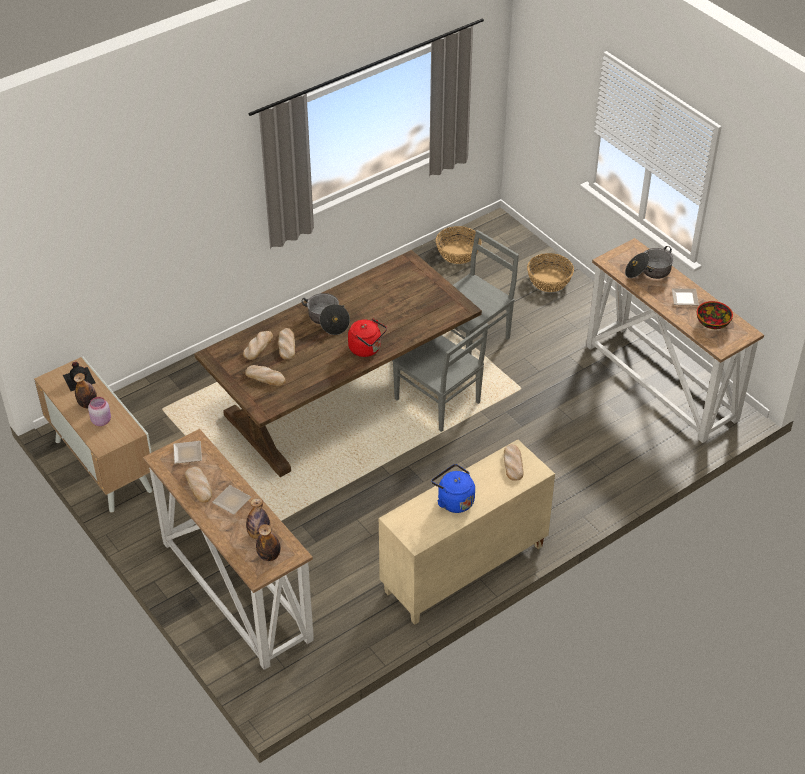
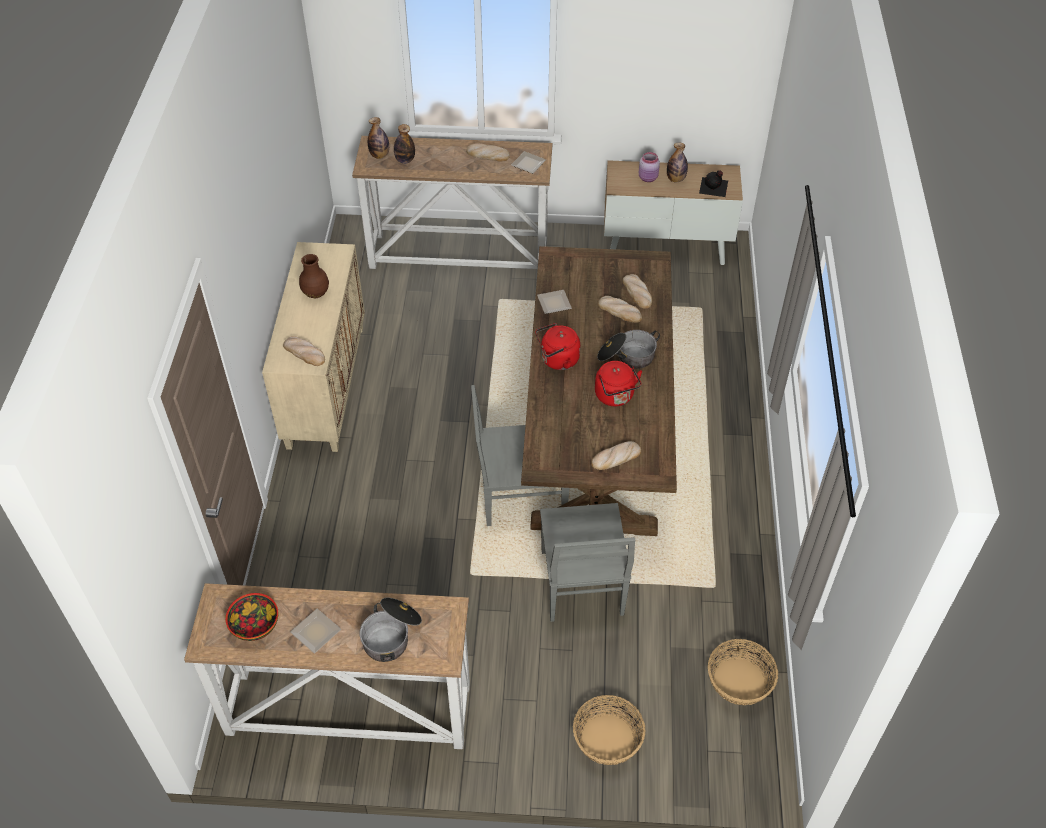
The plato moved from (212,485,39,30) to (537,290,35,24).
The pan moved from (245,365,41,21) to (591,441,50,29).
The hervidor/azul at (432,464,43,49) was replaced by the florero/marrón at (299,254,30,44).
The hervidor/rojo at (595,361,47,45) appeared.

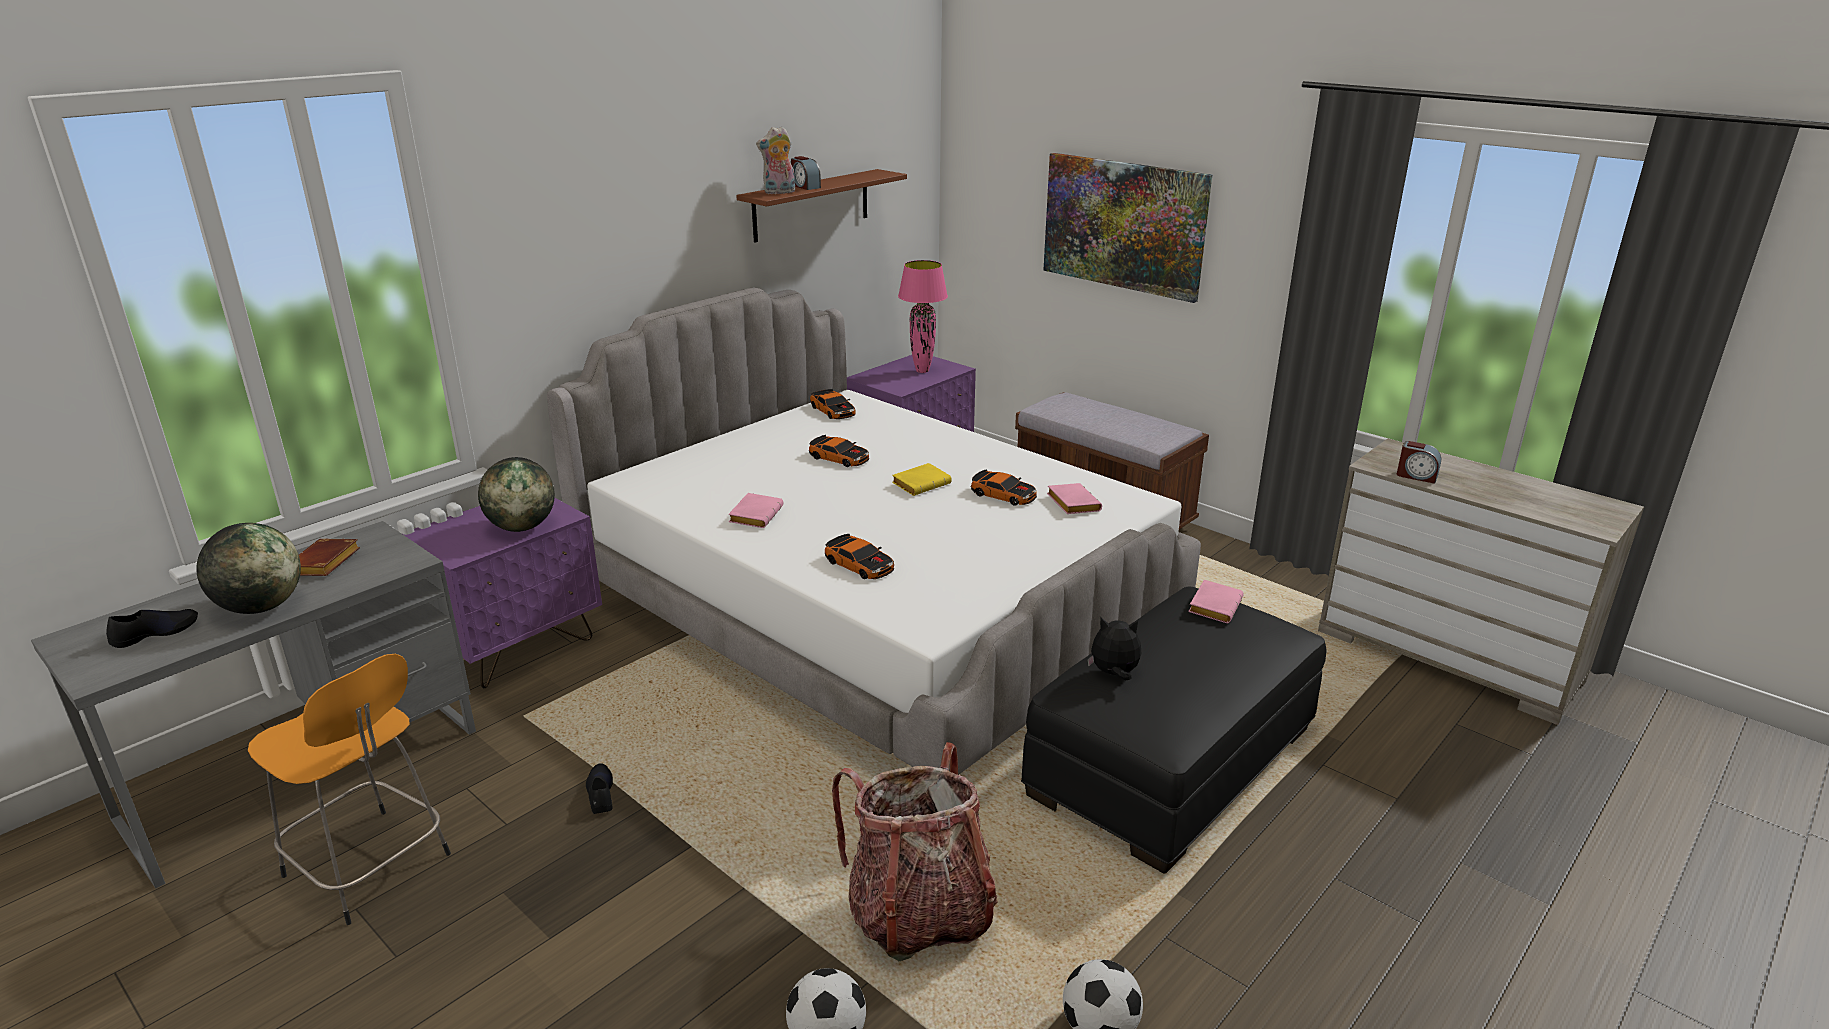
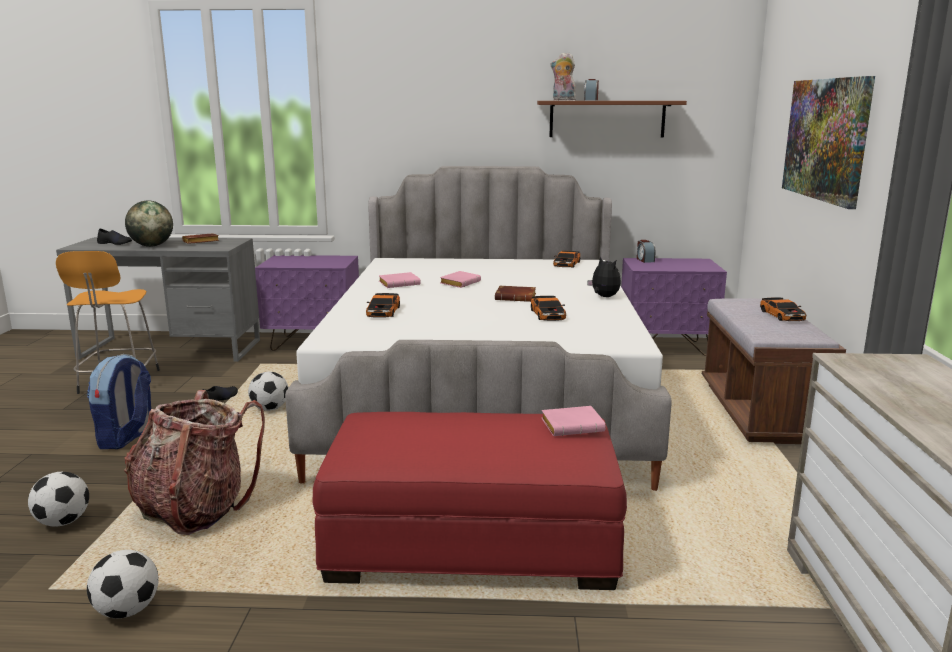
The globo terráqueo at (478,457,77,75) disappeared.
The coche de juguete moved from (809,435,60,32) to (760,298,46,23).
The libro/amarillo at (892,463,60,33) became the libro/marrón at (495,286,41,16).
The lámpara de mesa/rosa at (898,260,50,113) disappeared.
The puf/negro at (1021,587,306,286) became the puf/rojo at (312,412,315,178).
The libro/rosa moved from (1047,483,55,31) to (440,271,41,17).
The peluche moved from (1087,618,55,62) to (587,256,34,41).
The despertador moved from (1397,441,44,43) to (637,240,18,23).
The mochila at (87,354,64,95) appeared.
The balón de fútbol at (248,371,41,40) appeared.

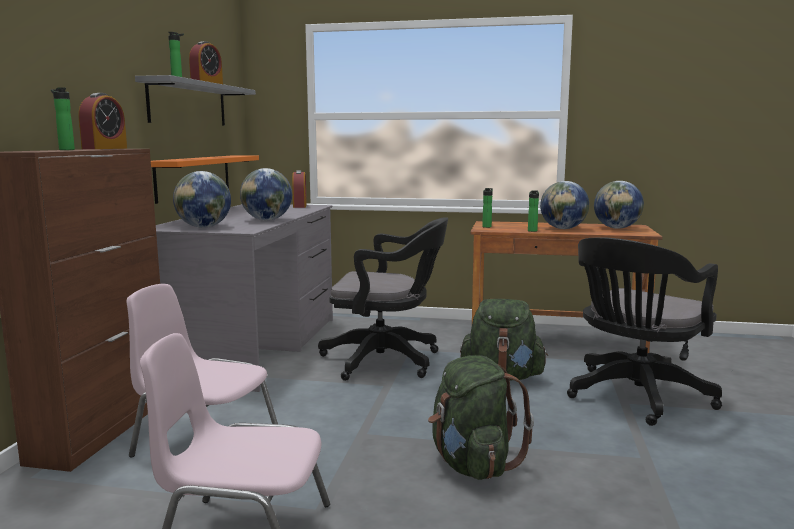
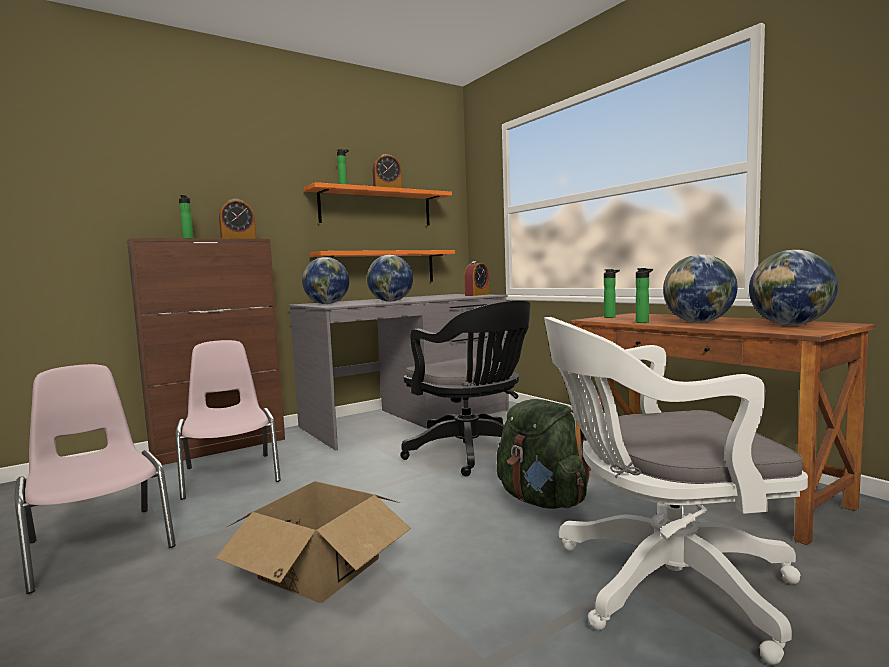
The estante/gris at (135,75,121,51) became the estante/naranja at (304,182,148,44).
The mochila/verde at (428,355,106,125) was replaced by the caja de cartón at (216,481,195,122).
The silla de oficina/negro at (567,237,155,189) became the silla de oficina/blanco at (544,317,264,348).

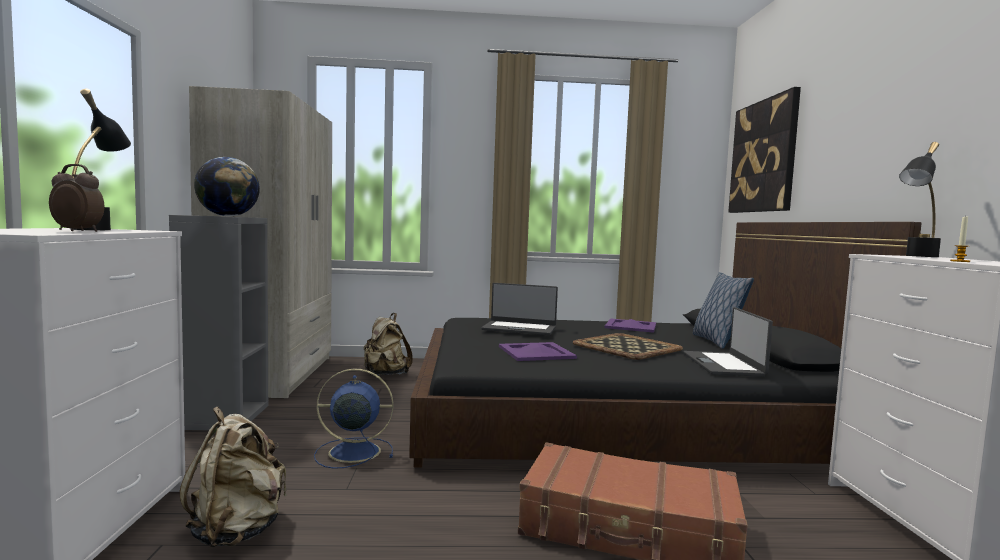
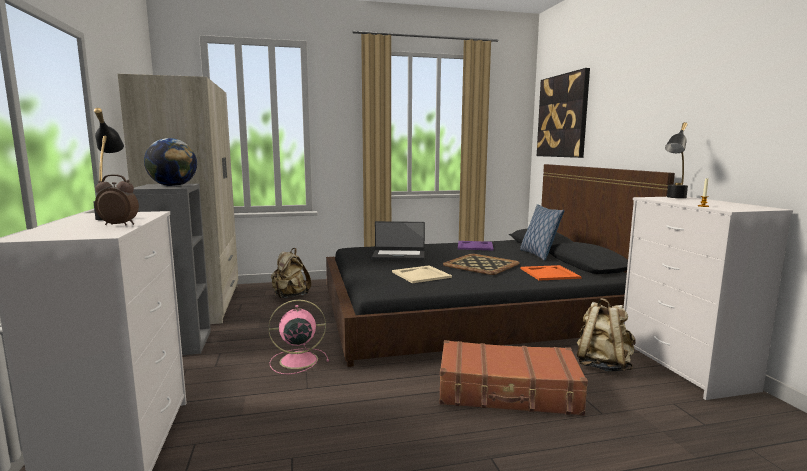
The mochila/beis moved from (180,407,107,140) to (577,298,59,74).
The ventilador/azul at (314,369,80,100) became the ventilador/rosa at (268,300,61,74).
The bandeja/morado at (499,342,78,19) became the bandeja/beis at (392,265,60,18).
The portátil at (684,307,89,70) was replaced by the bandeja/naranja at (521,265,61,16).

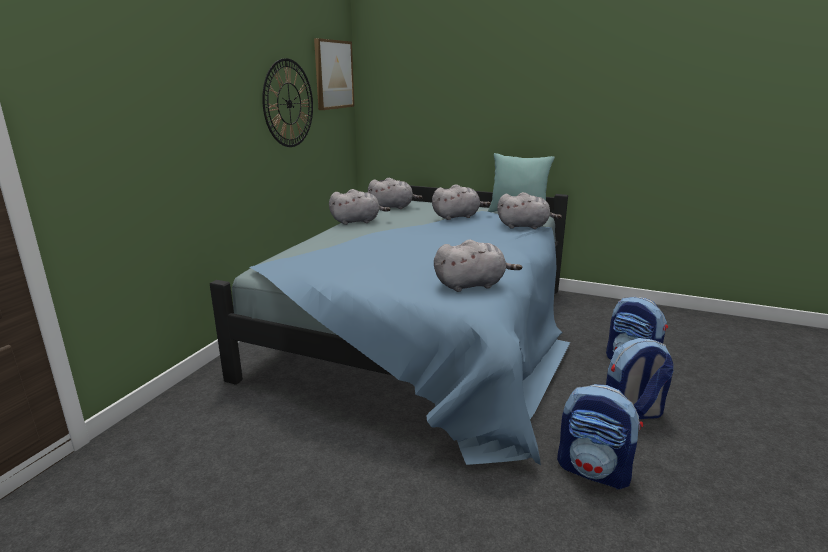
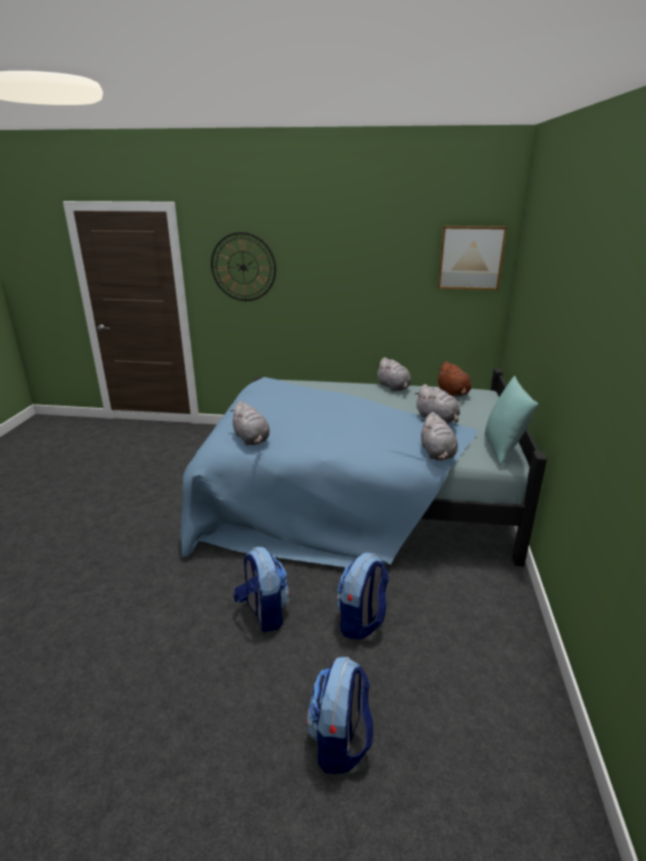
The reloj de pared moved from (262,58,51,89) to (211,232,65,69).
The peluche/gris at (368,178,55,31) became the peluche/marrón at (438,361,33,36).
The mochila moved from (557,384,86,105) to (306,657,67,117).

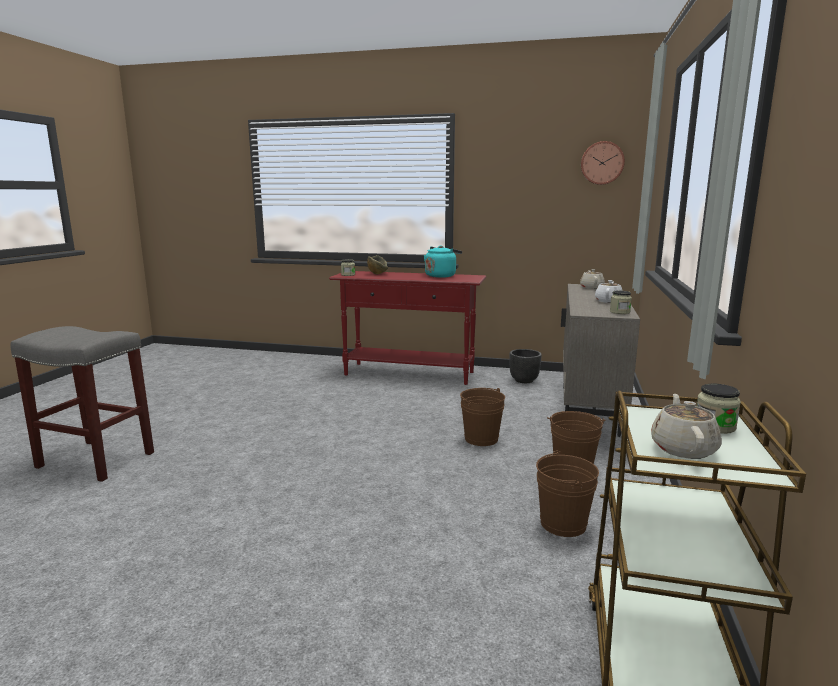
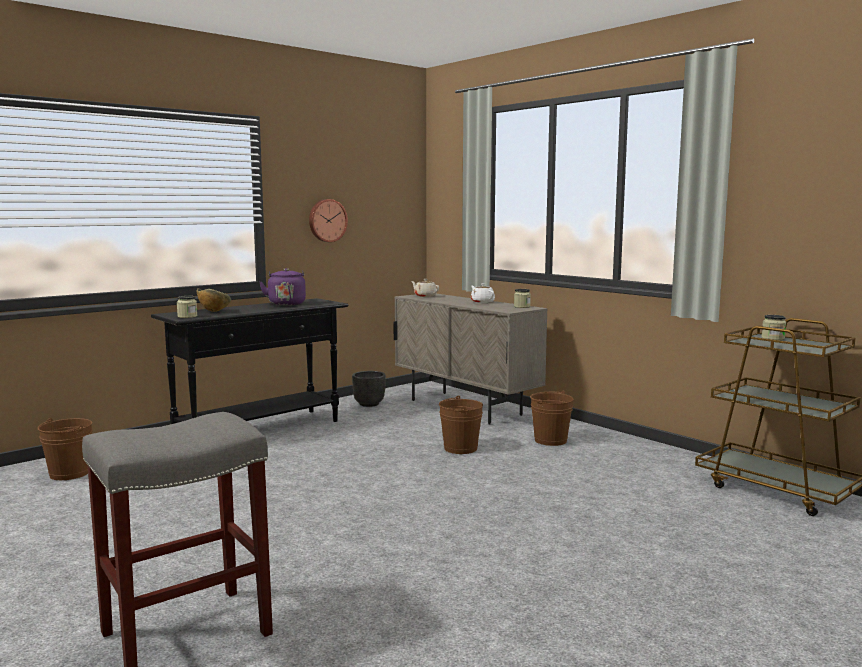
The mesa consola/rojo at (329,271,157,114) became the mesa consola/negro at (151,298,197,126).
The hervidor/turquesa at (424,246,38,32) became the hervidor/morado at (259,268,47,38).
The cubo/marrón moved from (536,450,63,87) to (38,418,55,62).
The reloj de pared moved from (581,141,44,44) to (309,199,39,43).
The tetera/beis at (651,394,71,65) disappeared.

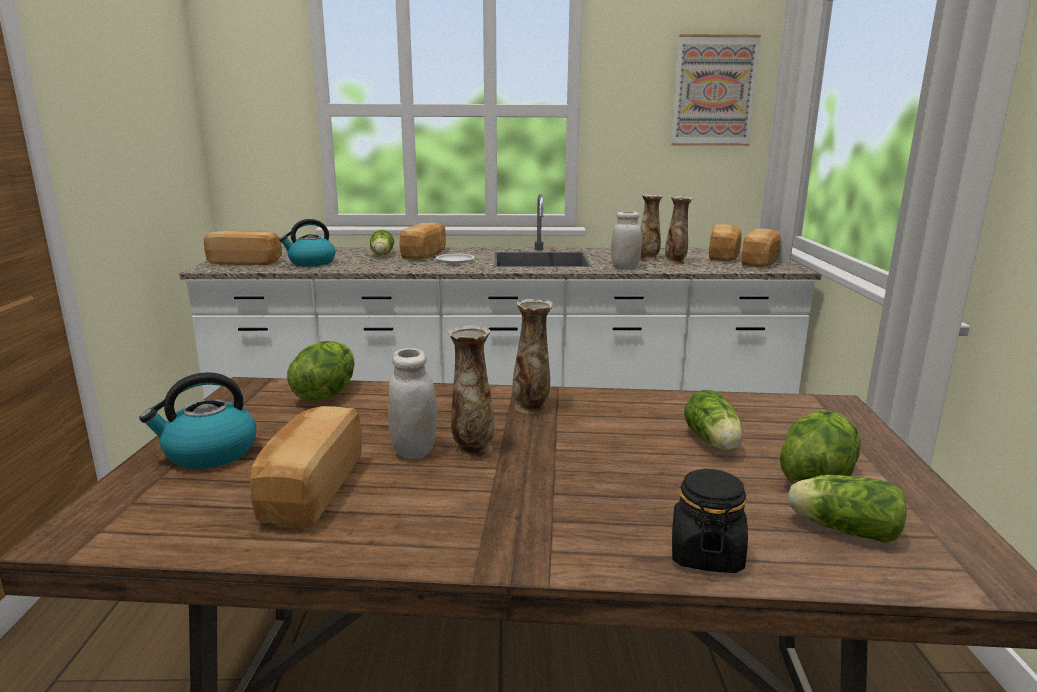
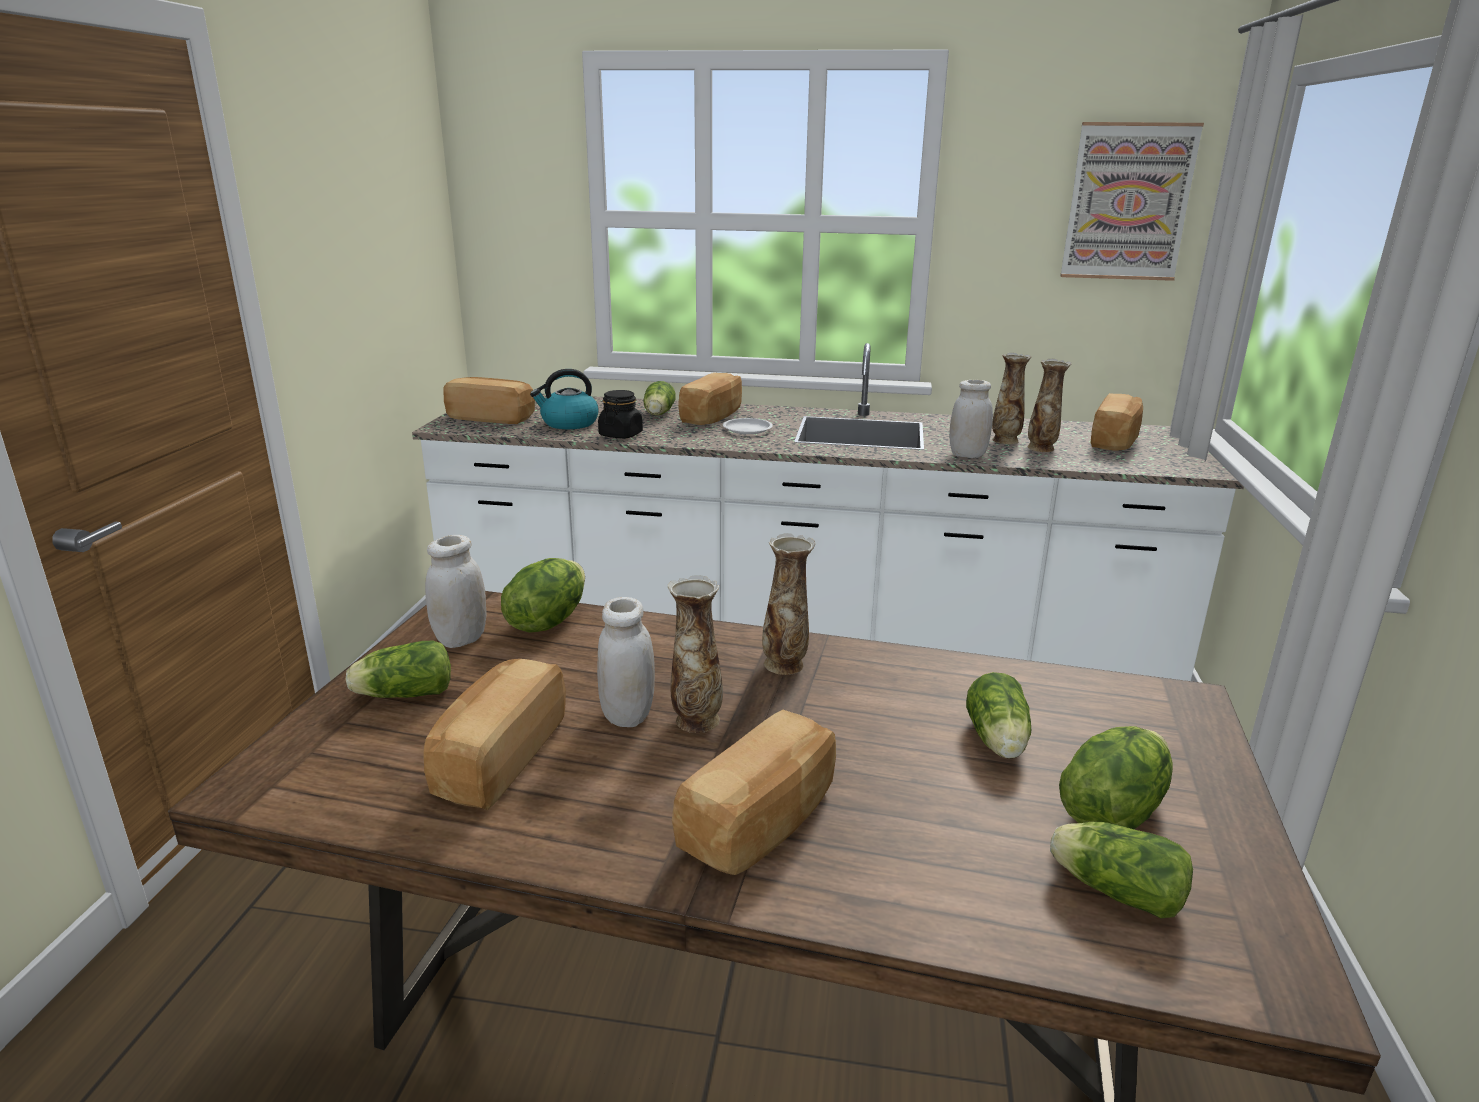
The hervidor at (139,372,117,97) was replaced by the lechuga at (346,641,105,57).
The tarro/negro moved from (672,469,76,104) to (598,390,45,48).
The pan moved from (741,229,40,38) to (672,709,164,166).
The tarro/blanco at (425,535,62,113) appeared.

